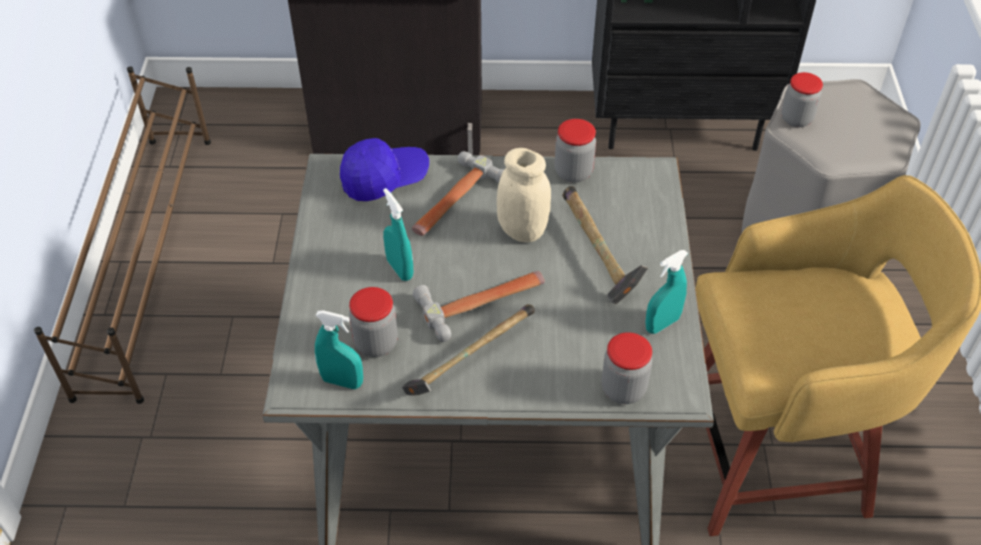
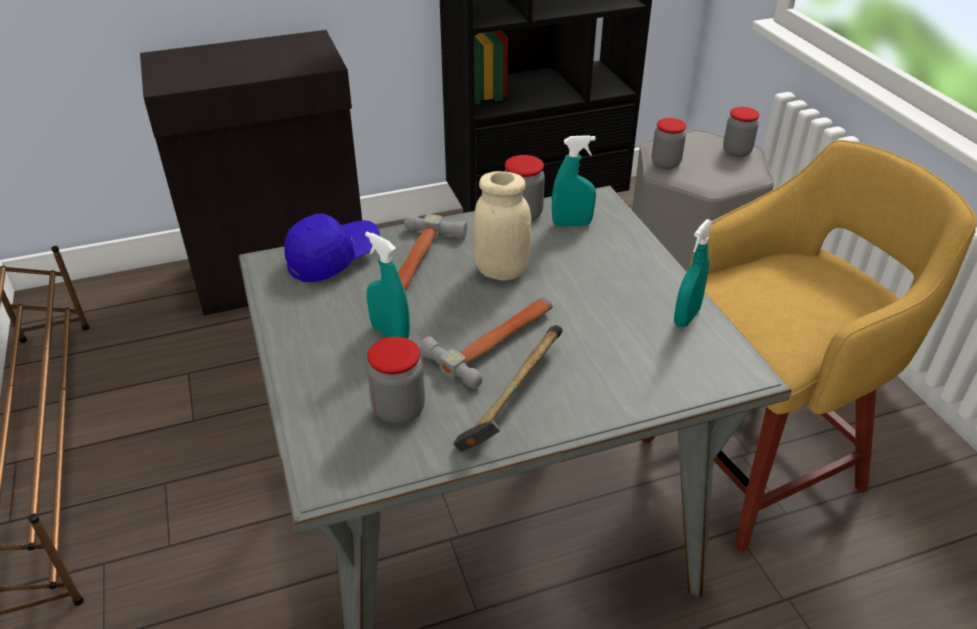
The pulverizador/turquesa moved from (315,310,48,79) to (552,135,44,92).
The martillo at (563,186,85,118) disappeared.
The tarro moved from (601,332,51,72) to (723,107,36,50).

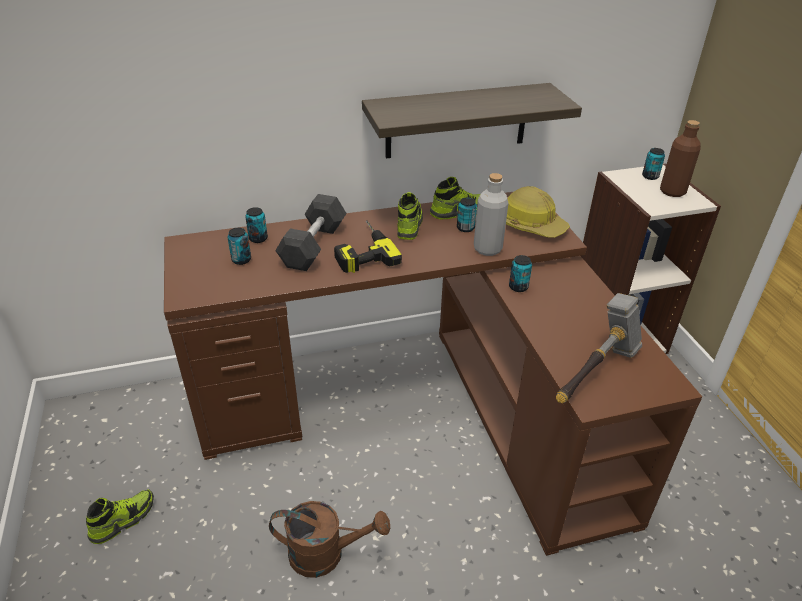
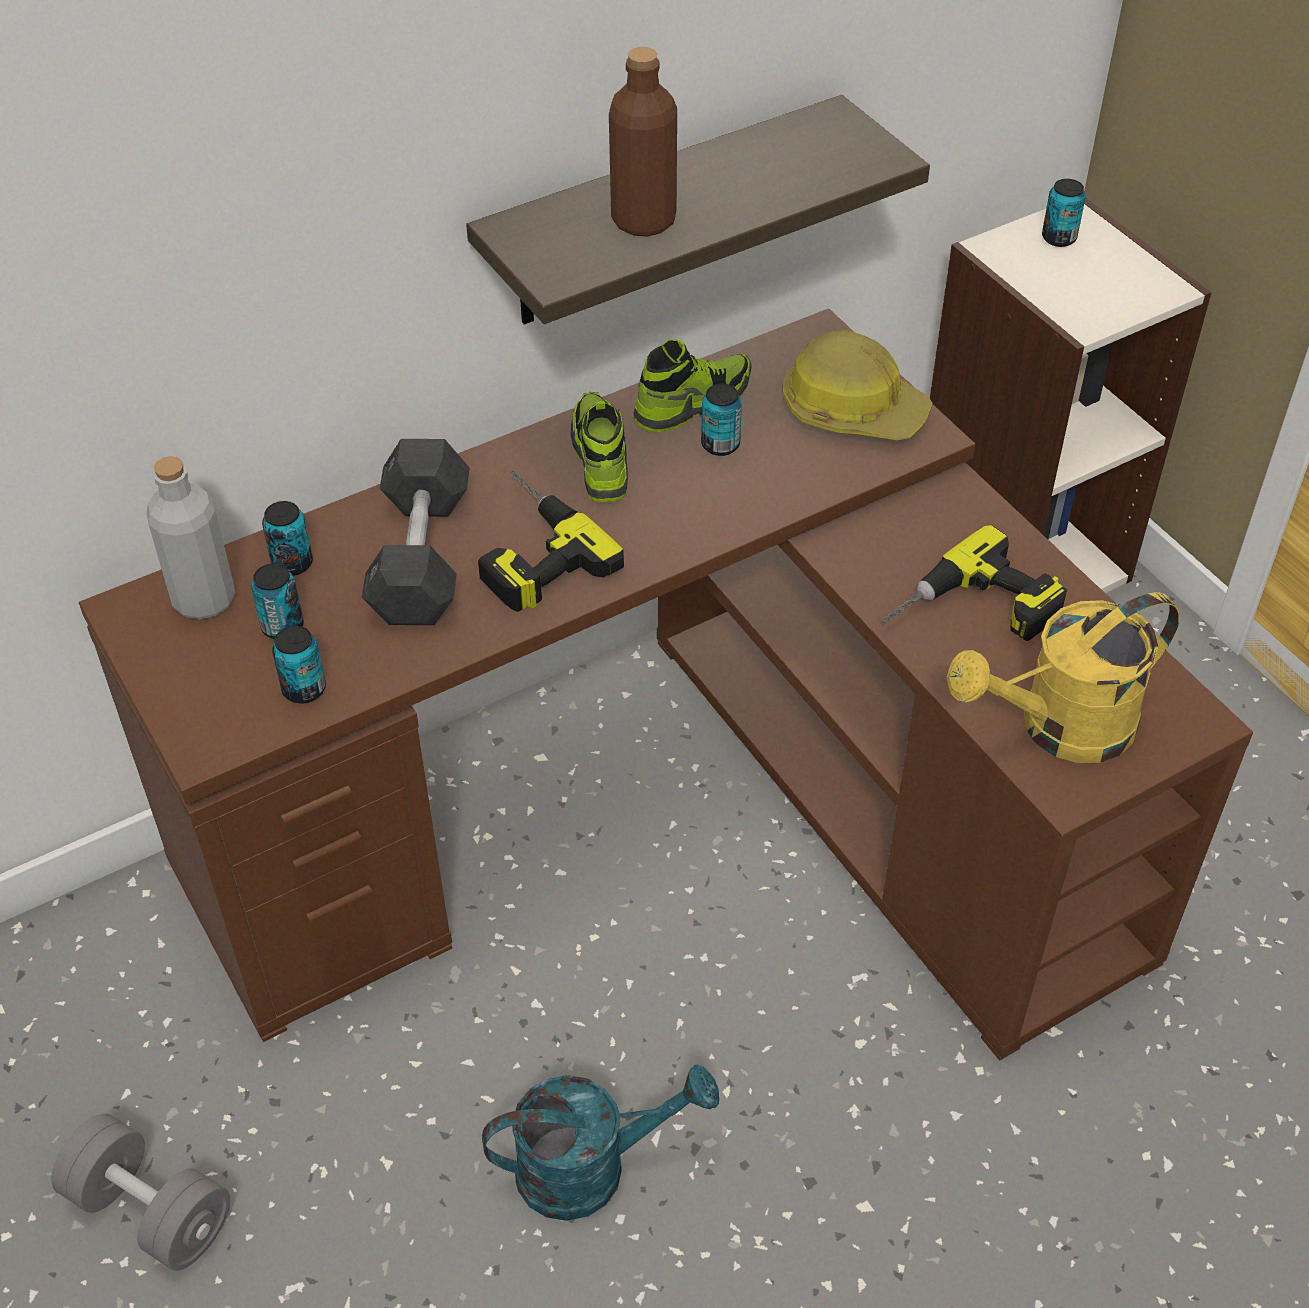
The zapato at (86,489,68,55) was replaced by the mancuerna/gris at (51,1113,179,158).
The regadera/marrón at (269,501,121,77) became the regadera/turquesa at (482,1065,237,156).
The botella/gris moved from (474,173,34,83) to (146,456,90,163).
The lata moved from (509,255,23,37) to (272,626,54,77).
The martillo at (556,293,86,110) was replaced by the regadera/amarillo at (947,592,233,171).
The botella/marrón moved from (660,120,41,77) to (609,47,68,190).
The taladro at (882,525,185,116) appeared.

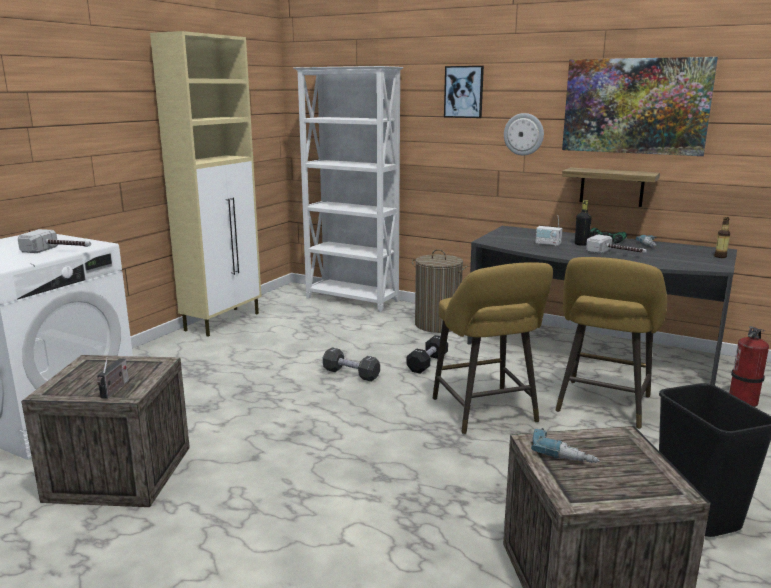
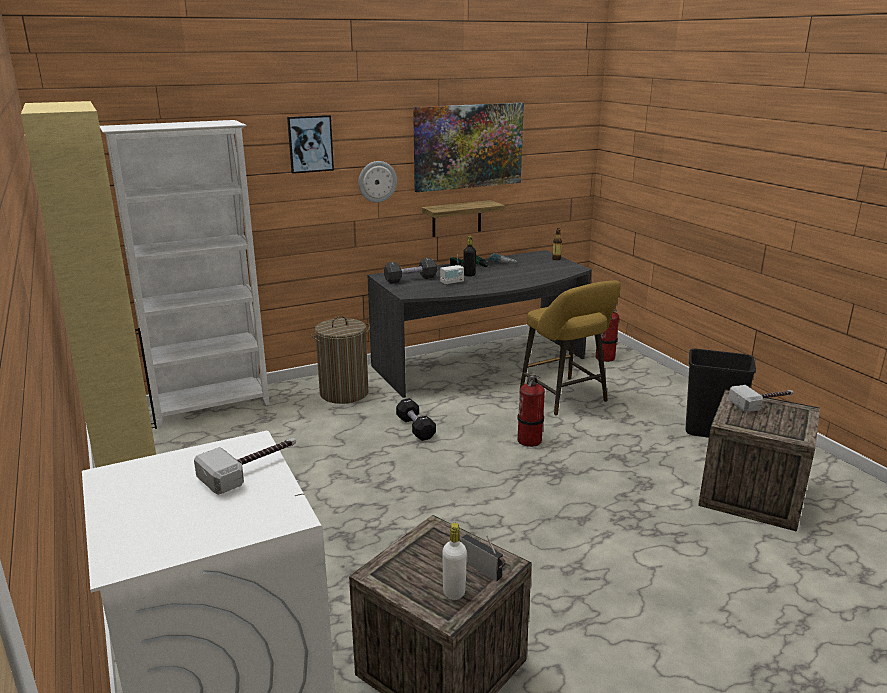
The mancuerna/negro moved from (323,347,57,35) to (384,258,53,26).
The taburete/amarillo at (433,262,120,172) was replaced by the extintor at (517,375,28,72).
The taladro at (531,428,69,35) disappeared.
The martillo moved from (586,234,61,20) to (728,385,66,27).
The botella/blanco at (442,523,25,77) appeared.

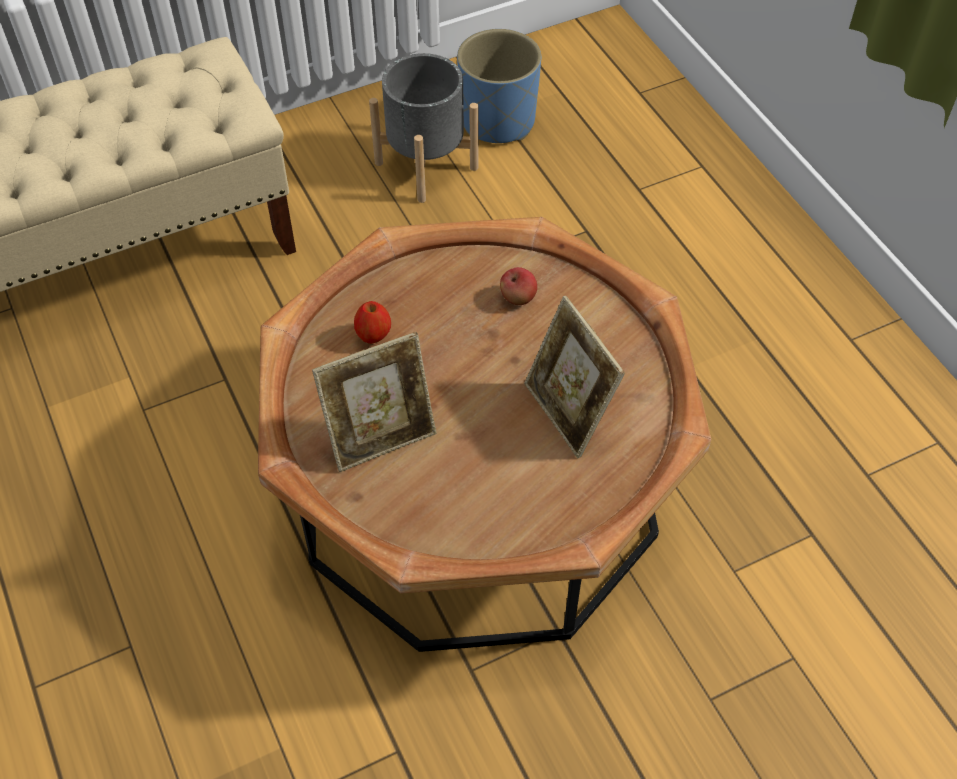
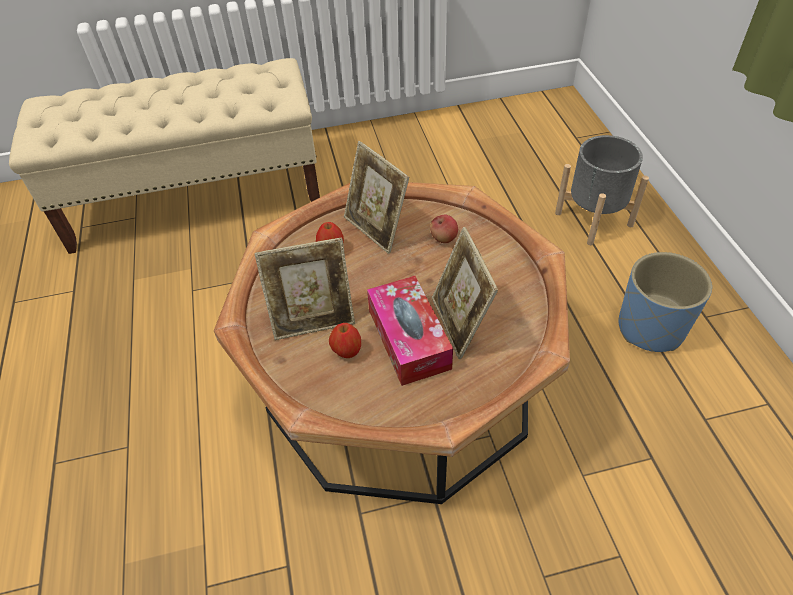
The maceta/gris moved from (369,53,109,150) to (555,135,94,110).
The maceta/azul moved from (457,29,84,114) to (618,252,94,100).
The manzana at (329,323,32,35) appeared.
The portarretratos at (344,141,65,113) appeared.
The caja de pañuelos at (367,276,86,110) appeared.

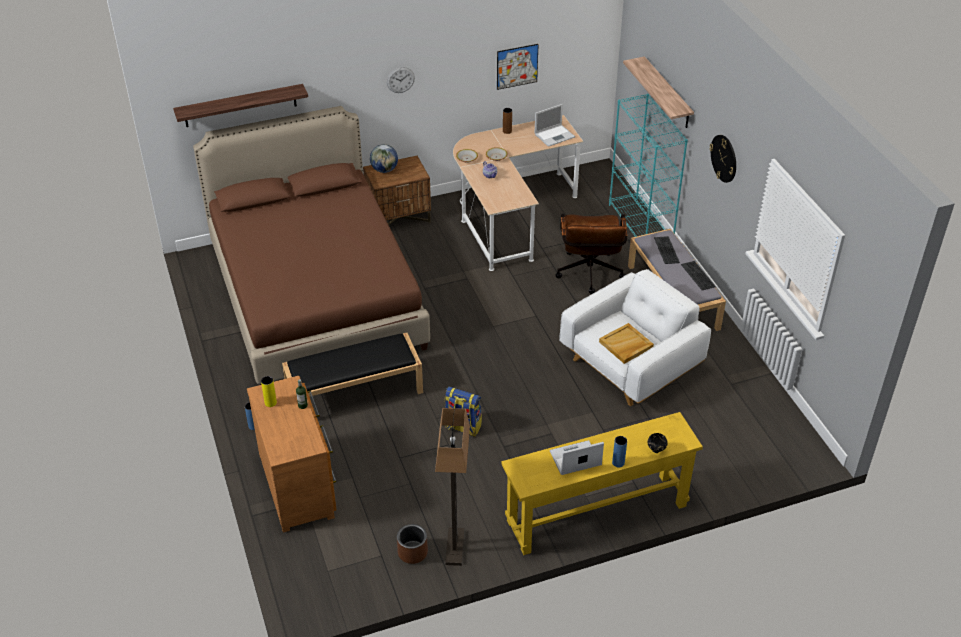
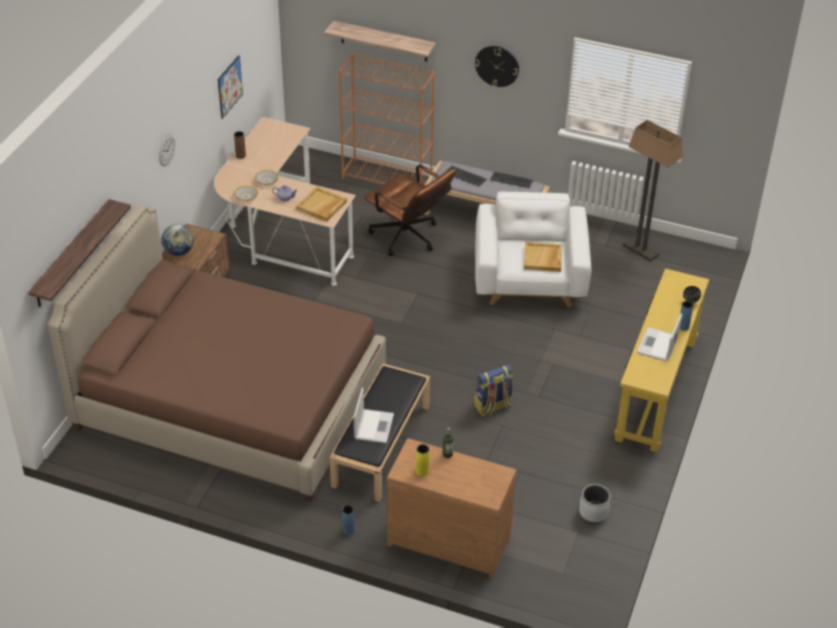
The maceta/marrón at (397,524,31,40) became the maceta/gris at (579,484,32,38).
The lámpara de pie moved from (435,408,35,158) to (623,120,60,142).
The portátil moved from (535,104,40,43) to (354,388,40,55).
The estantería/turquesa at (609,94,79,143) became the estantería/naranja at (339,53,96,131).
The bandeja/beis at (296,187,51,35) appeared.

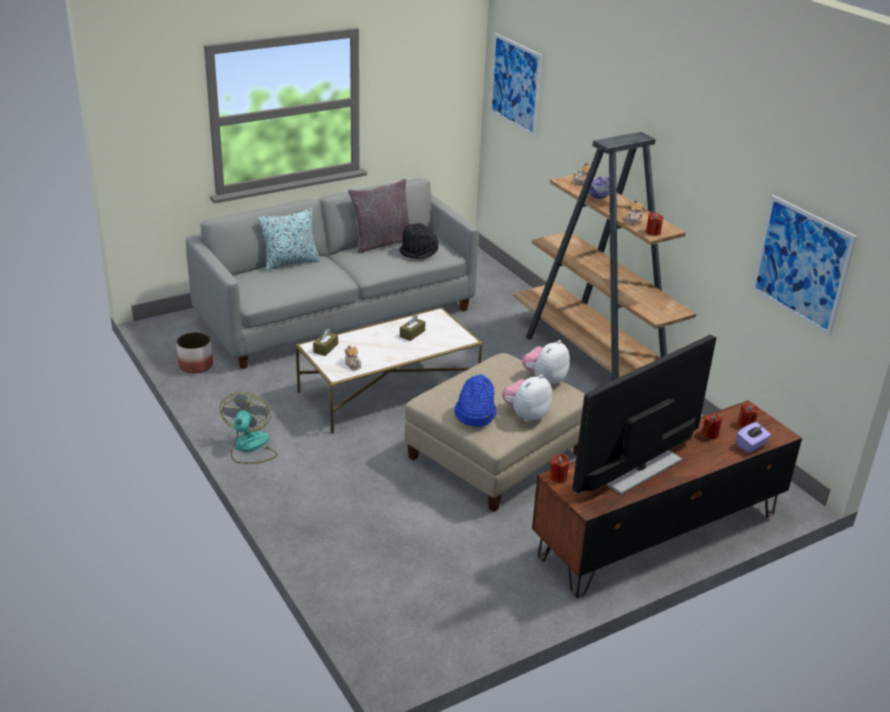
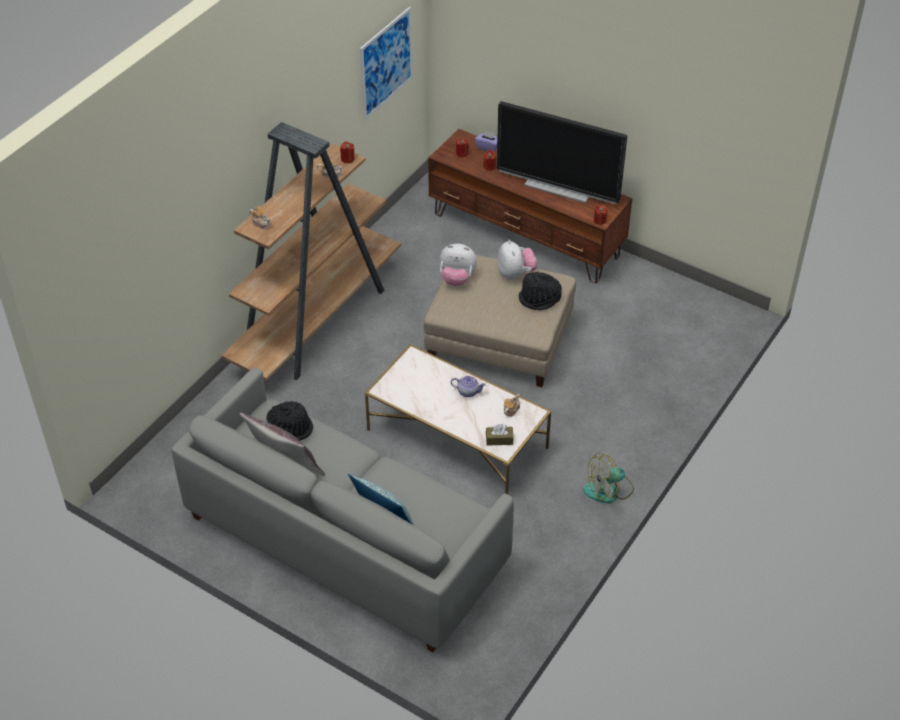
The maceta at (176,332,37,41) disappeared.
The caja de pañuelos/marrón at (400,315,25,26) disappeared.
The sombrero/azul at (454,374,42,53) became the sombrero/negro at (519,272,43,38).
The cuadro at (490,33,52,103) disappeared.
The peluche at (502,374,50,48) turned 120 degrees counterclockwise.
The tetera moved from (589,176,20,23) to (451,376,35,21).

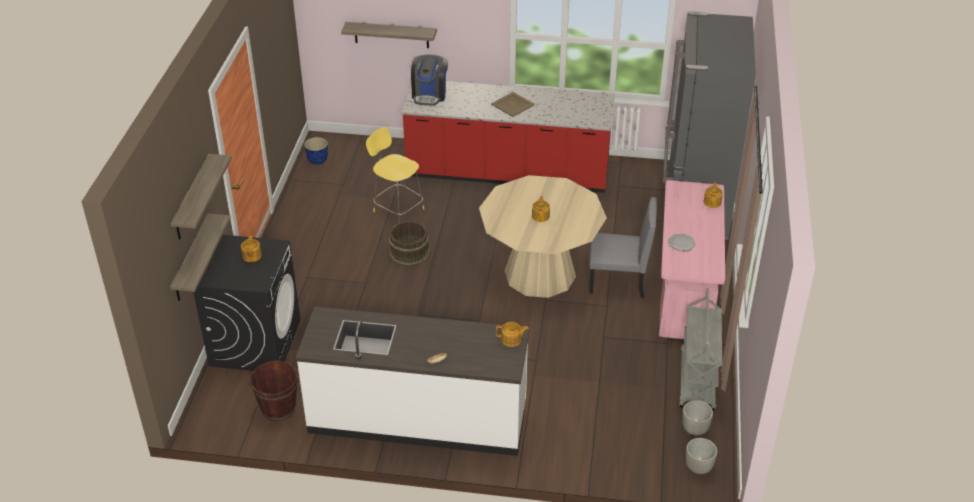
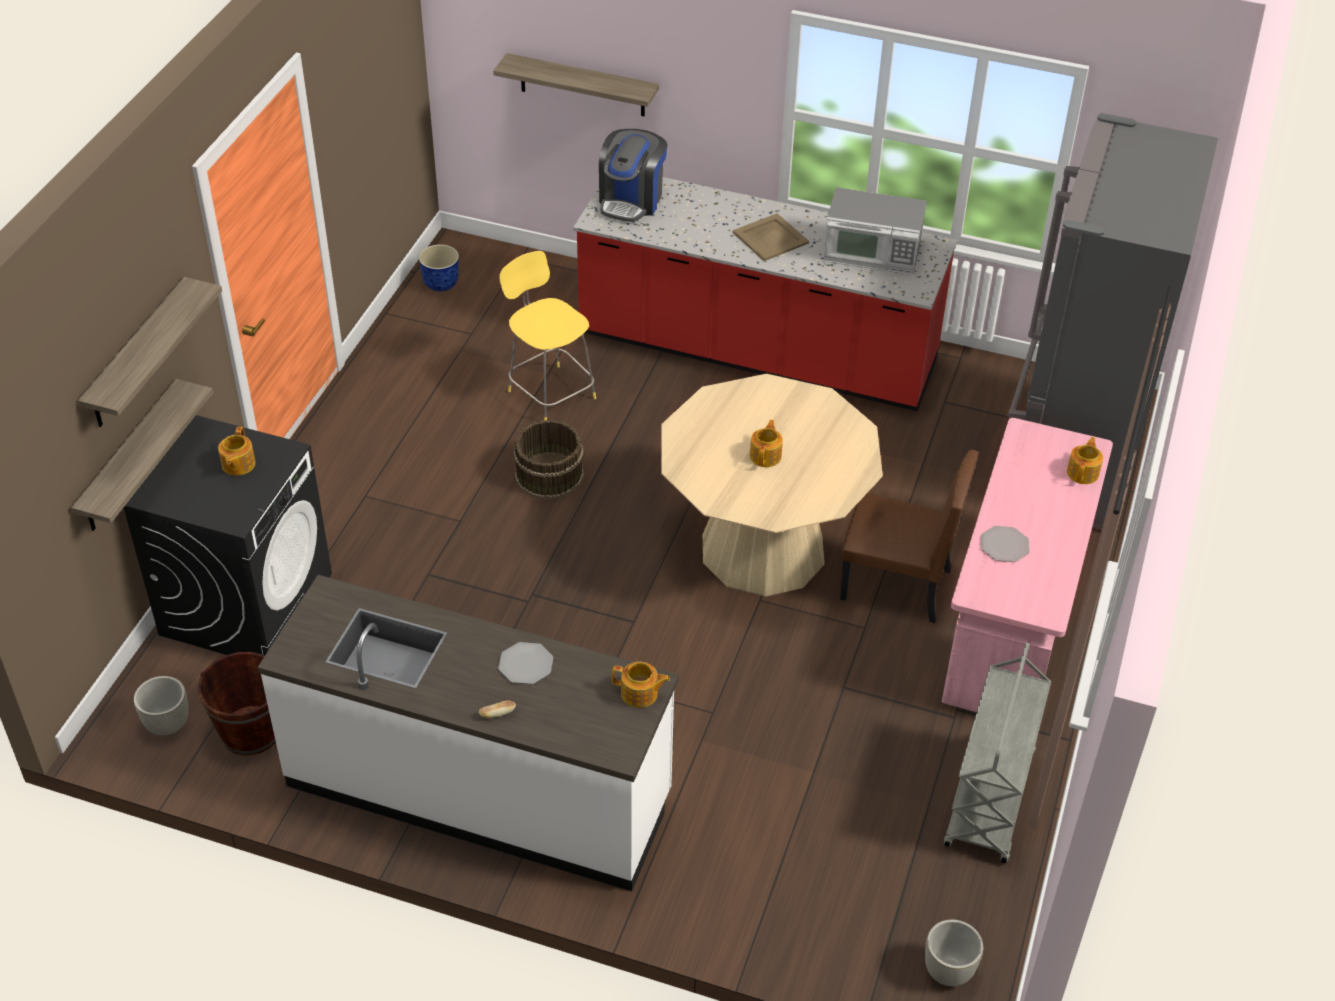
The silla/gris at (589,197,68,101) became the silla/marrón at (840,450,139,173).
The maceta/gris moved from (682,400,31,35) to (134,676,54,59).
The plato at (498,642,55,42) appeared.
The microondas at (823,187,103,88) appeared.

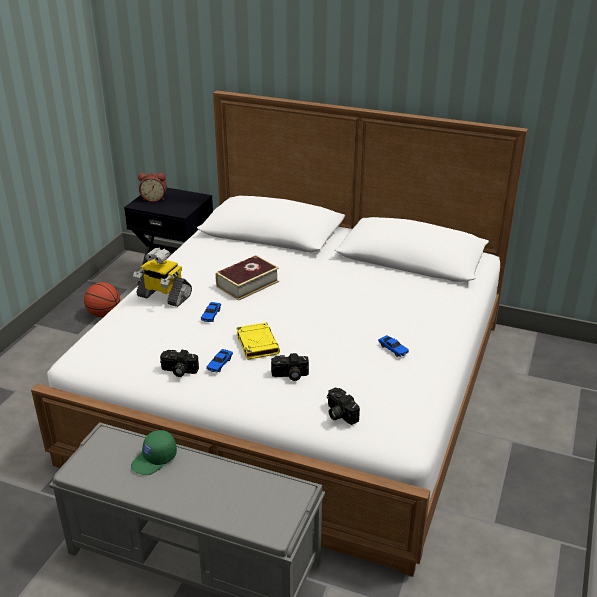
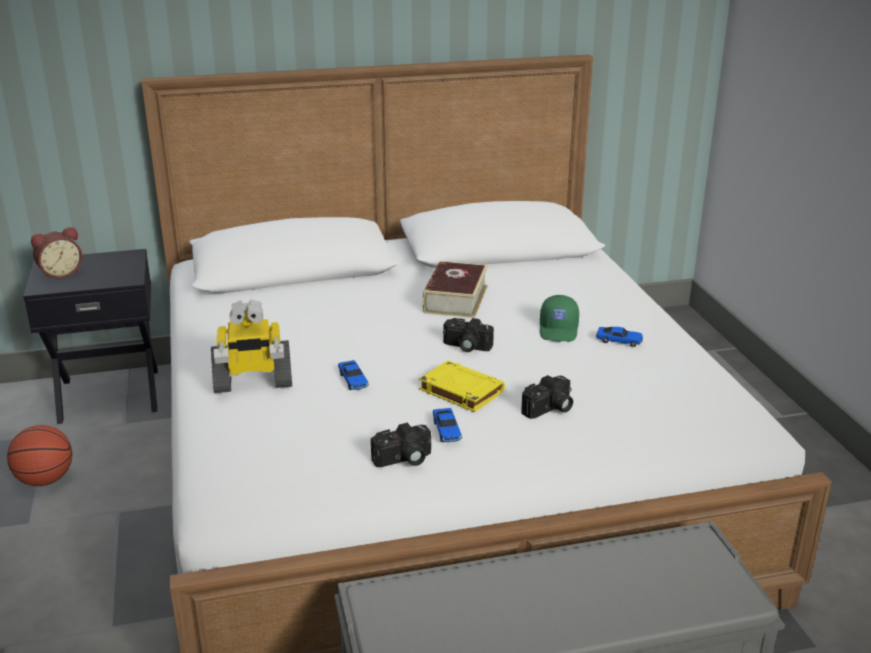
The gorra/verde moved from (131,430,46,45) to (540,295,39,47).
The libro moved from (216,255,63,46) to (422,261,66,57).
The cámara moved from (327,387,33,38) to (443,318,51,34).

